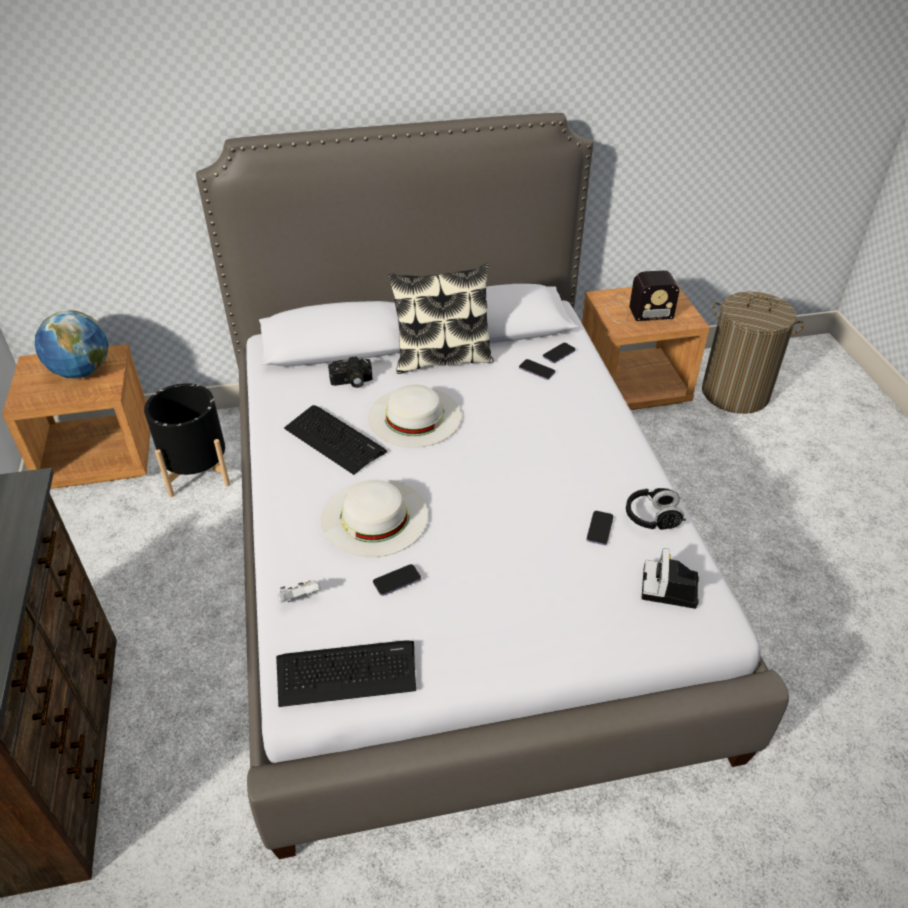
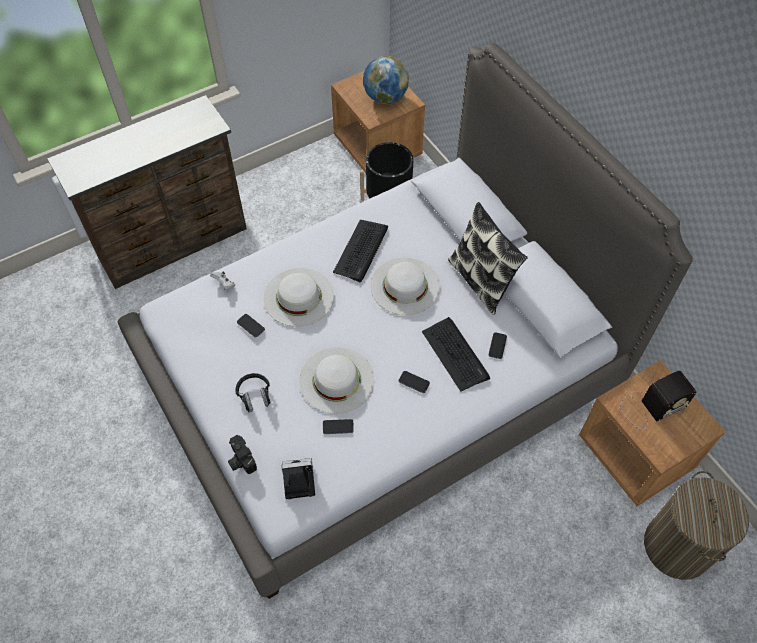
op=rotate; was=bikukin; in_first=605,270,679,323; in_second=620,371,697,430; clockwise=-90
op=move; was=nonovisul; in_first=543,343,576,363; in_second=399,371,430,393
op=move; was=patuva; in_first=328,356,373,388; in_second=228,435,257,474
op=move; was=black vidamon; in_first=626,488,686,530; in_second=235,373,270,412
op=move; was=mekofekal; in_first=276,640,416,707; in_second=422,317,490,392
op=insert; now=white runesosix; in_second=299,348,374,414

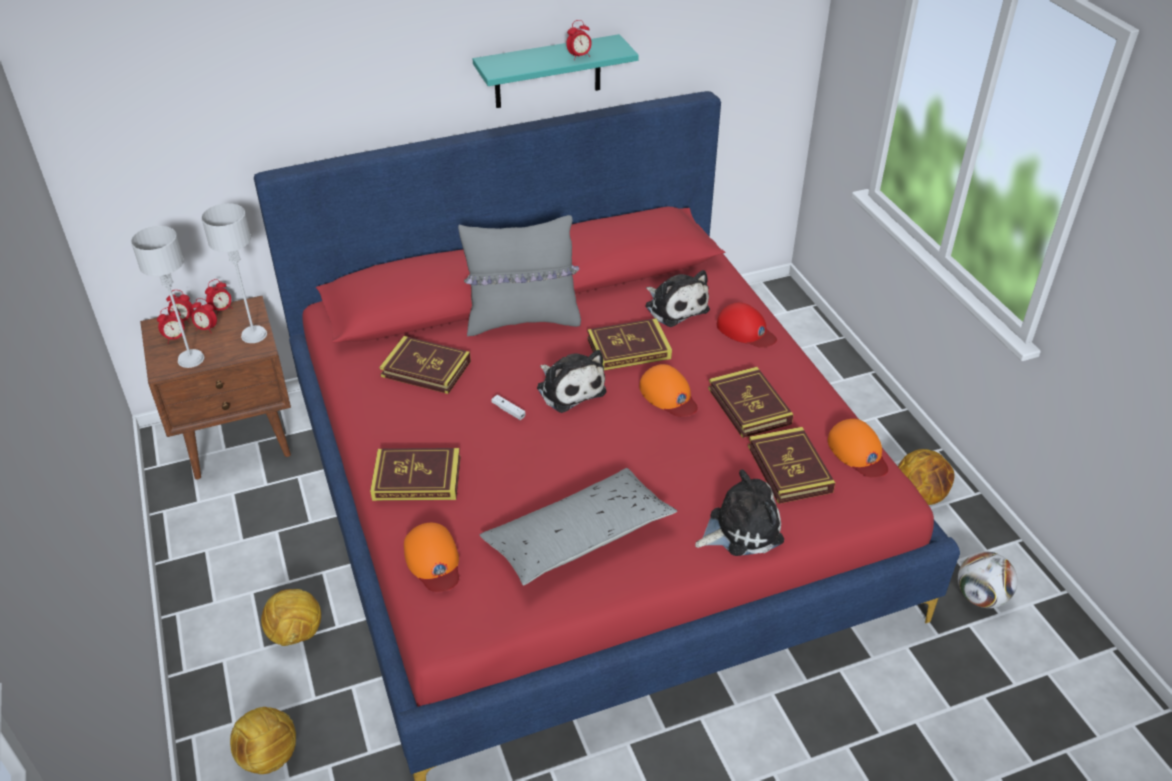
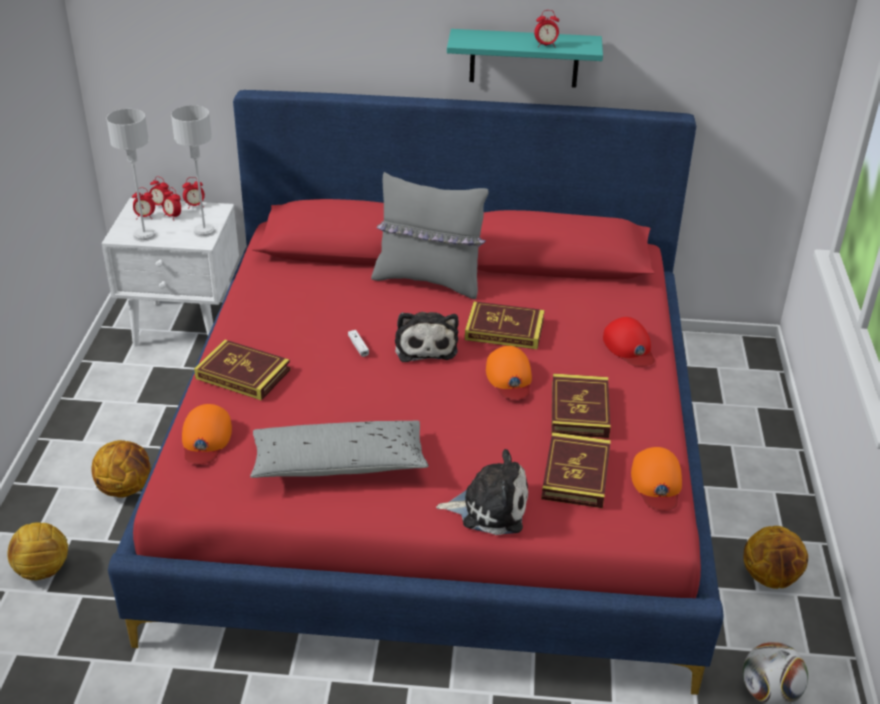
op=delete; was=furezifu; in_first=646,270,710,327
op=recolor; was=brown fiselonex; now=white fiselonex; in_first=140,296,291,479; in_second=101,198,239,347
op=delete; was=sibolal; in_first=379,336,471,394
op=replace; was=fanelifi; now=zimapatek; in_first=261,589,321,646; in_second=91,440,151,498

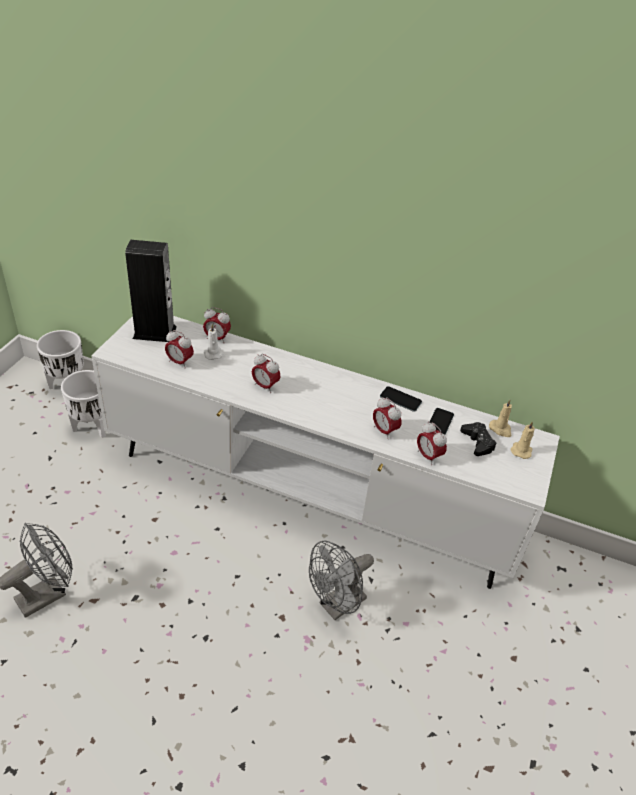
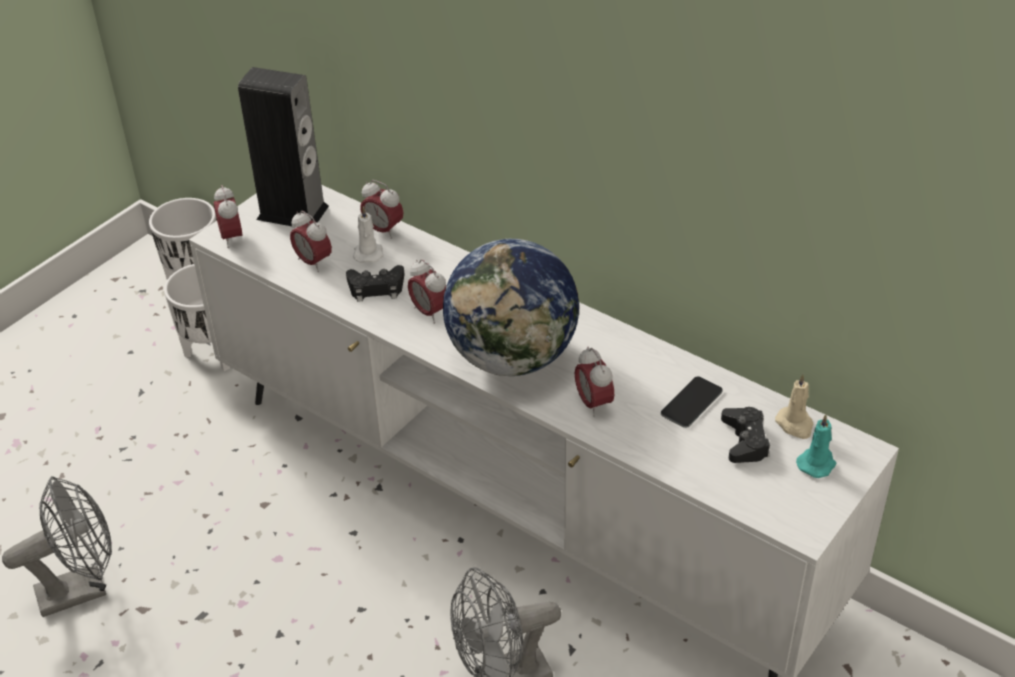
op=delete; was=nonovisul; in_first=380,386,422,412
op=recolor; was=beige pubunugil; now=turquoise pubunugil; in_first=511,421,535,459; in_second=796,414,836,478
op=move; was=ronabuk; in_first=417,422,447,465; in_second=214,185,243,248
op=insert; now=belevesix; in_second=443,239,579,376
op=insert; now=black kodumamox; in_second=346,265,405,302

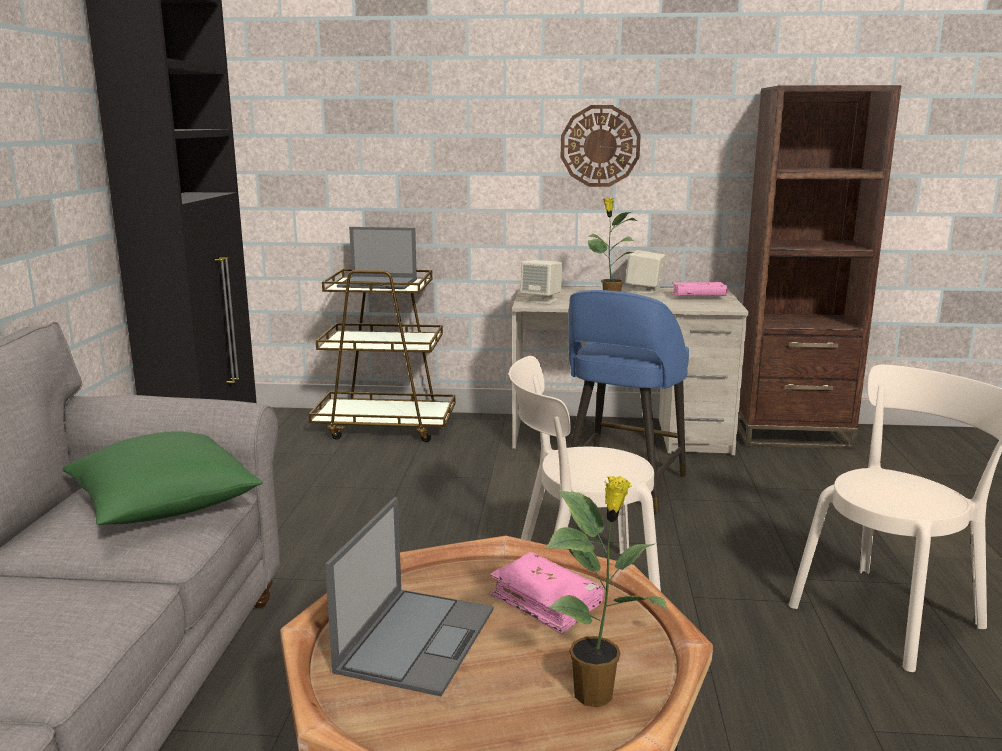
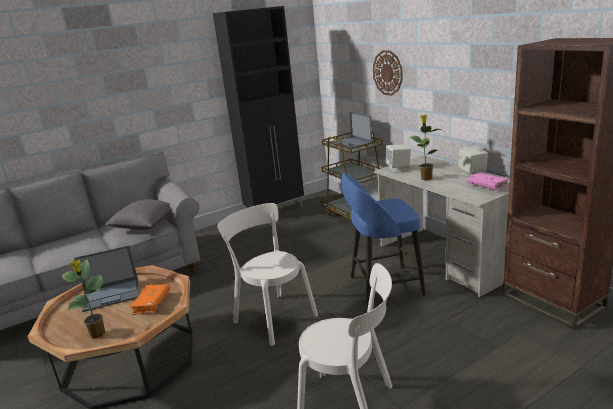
op=move; was=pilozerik; in_first=561,105,641,187; in_second=373,50,403,96
op=recolor; was=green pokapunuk; now=grey pokapunuk; in_first=62,431,263,525; in_second=105,199,171,230
op=recolor; was=pink sibolal; now=orange sibolal; in_first=490,552,604,634; in_second=129,284,170,315

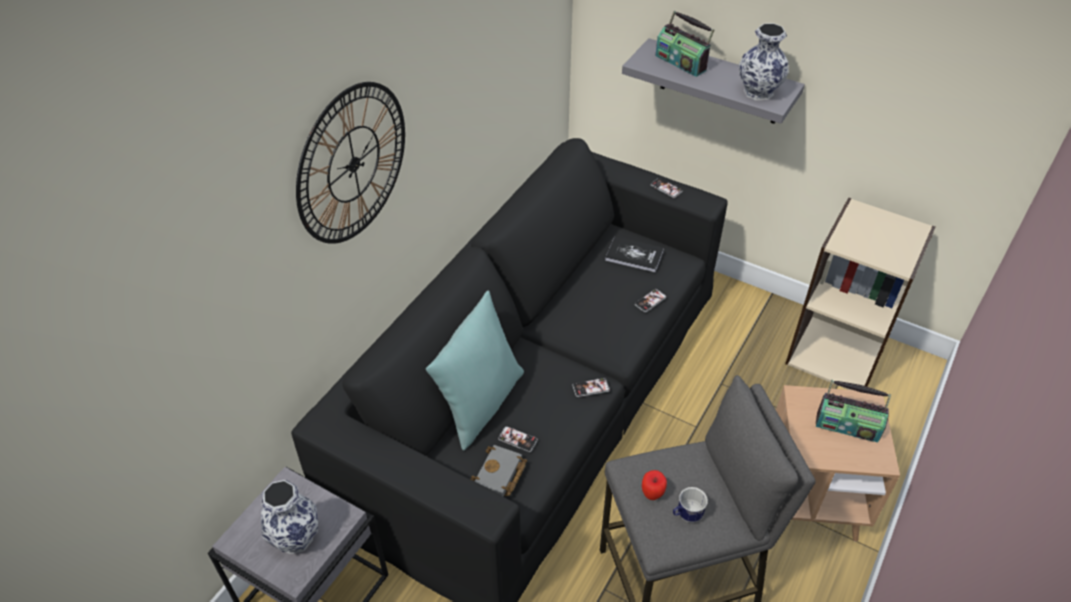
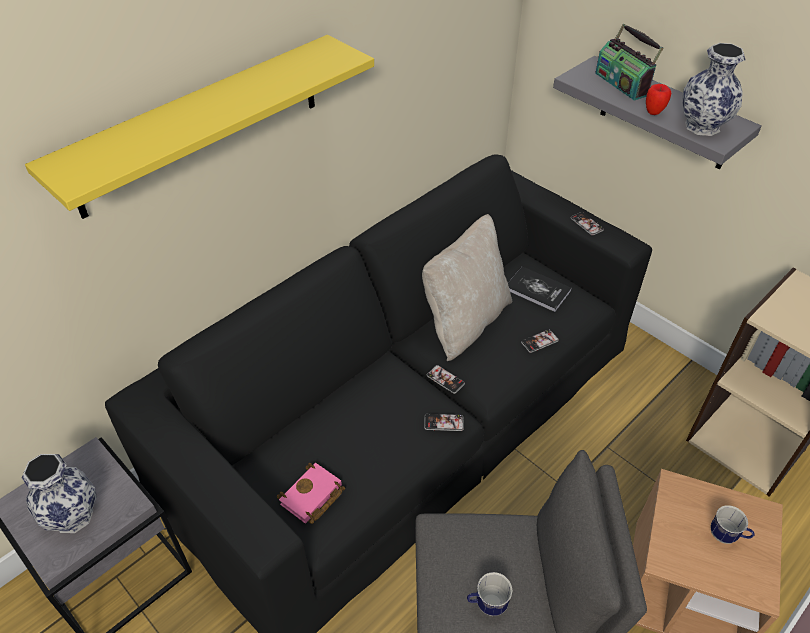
op=replace; was=pilozerik; now=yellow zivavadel; in_first=296,82,405,244; in_second=25,35,374,219
op=delete; was=turquoise pokapunuk; in_first=426,291,524,451
op=replace; was=bikukin; now=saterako; in_first=816,380,891,442; in_second=711,505,755,544
op=move; was=nonovisul; in_first=498,426,538,452; in_second=427,365,465,394
op=recolor; was=grey sibolal; now=pink sibolal; in_first=471,445,527,496; in_second=277,463,345,524
op=move; was=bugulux; in_first=642,470,667,500; in_second=646,84,671,115
op=insert; now=beige pokapunuk; in_second=422,214,512,361

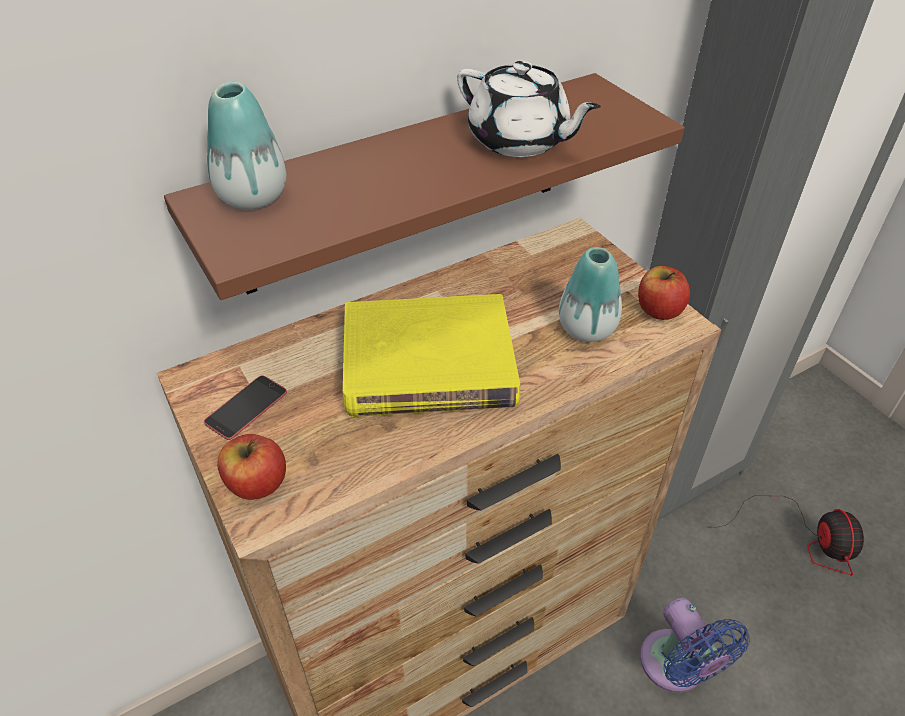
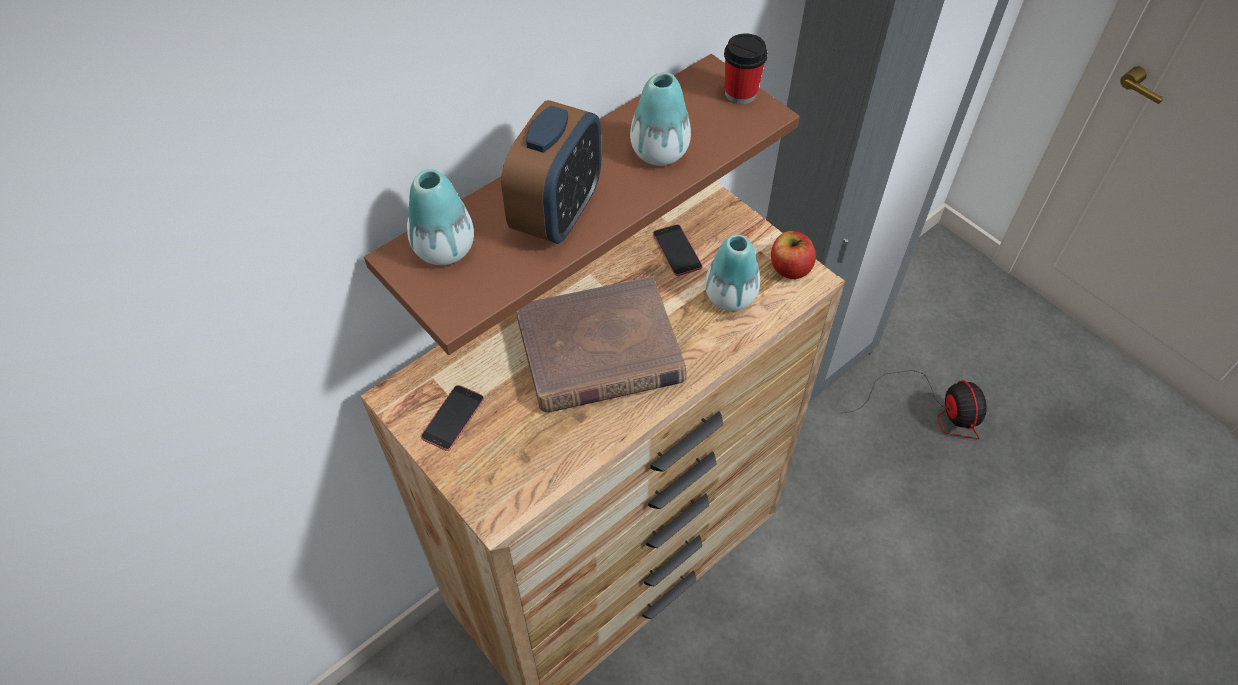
op=replace; was=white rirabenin; now=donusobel; in_first=457,61,601,157; in_second=630,72,691,166
op=recolor; was=yellow sibolal; now=brown sibolal; in_first=343,294,520,417; in_second=516,277,687,413
op=delete; was=bugulux; in_first=217,434,286,500
op=delete; was=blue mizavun; in_first=640,598,750,693
op=insert; now=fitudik; in_second=724,33,768,104
op=insert; now=ronabuk; in_second=501,100,601,244
op=insert; now=nonovisul; in_second=653,224,703,276

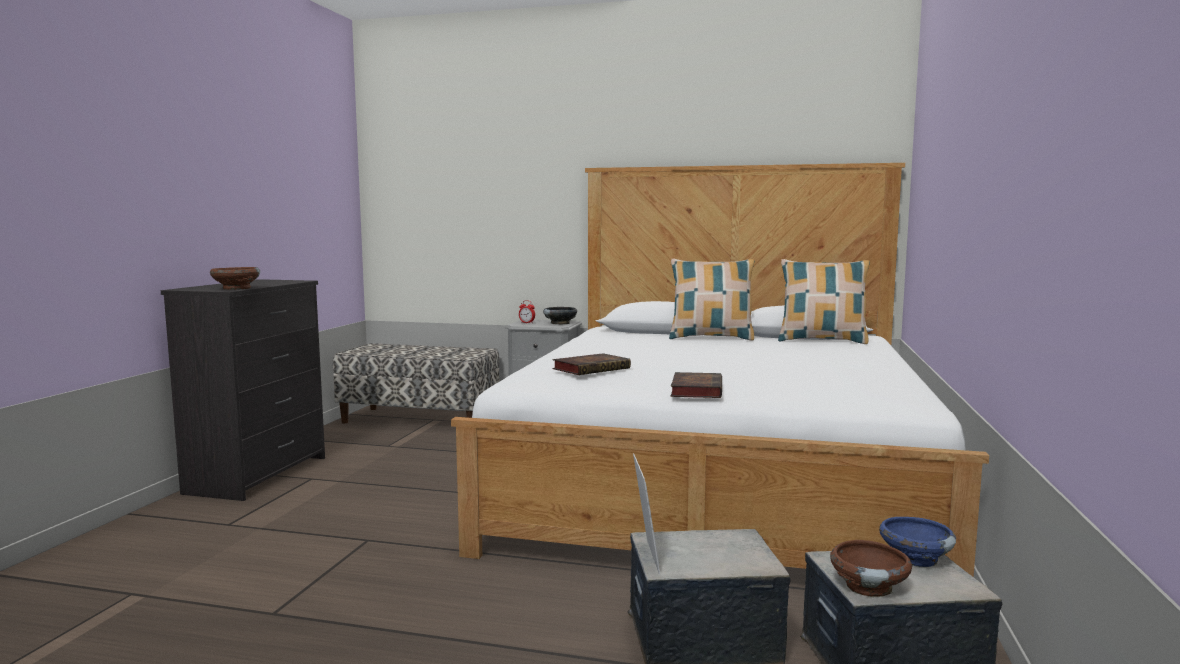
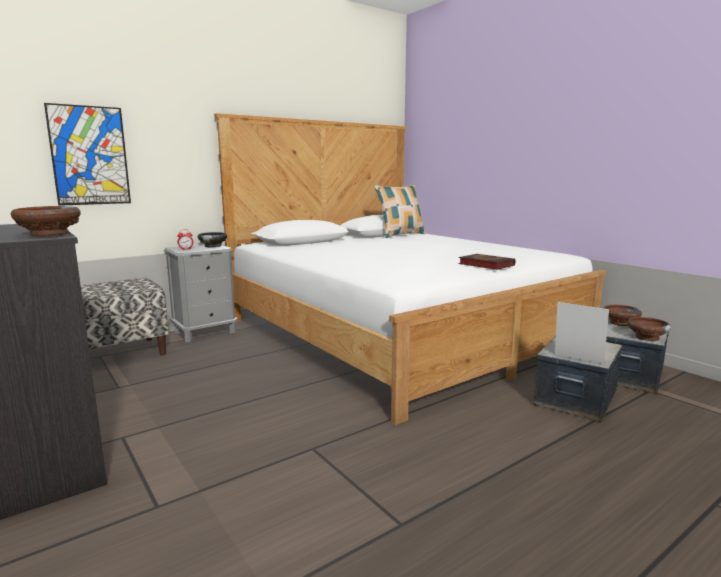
op=delete; was=pokapunuk; in_first=669,259,754,340
op=delete; was=sibolal; in_first=552,353,631,375
op=recolor; was=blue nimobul; now=brown nimobul; in_first=879,517,956,568; in_second=603,305,642,326
op=insert; now=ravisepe; in_second=44,103,131,206

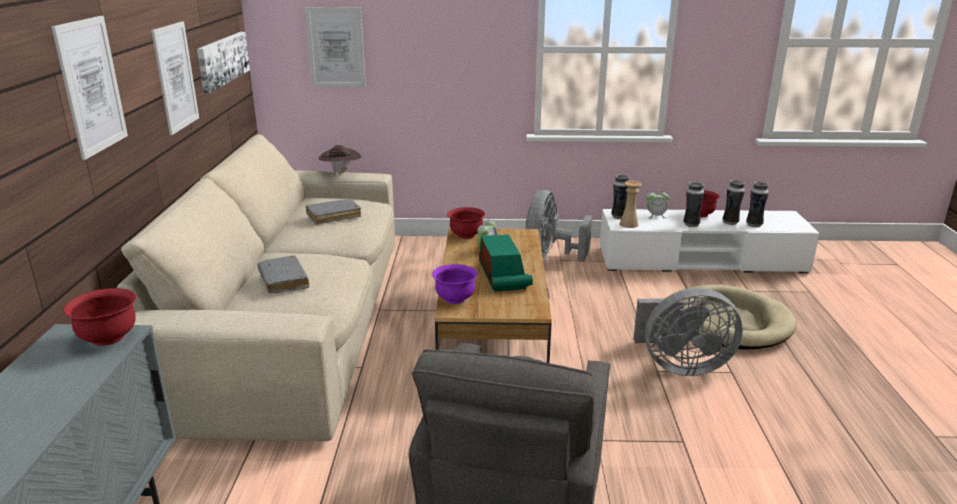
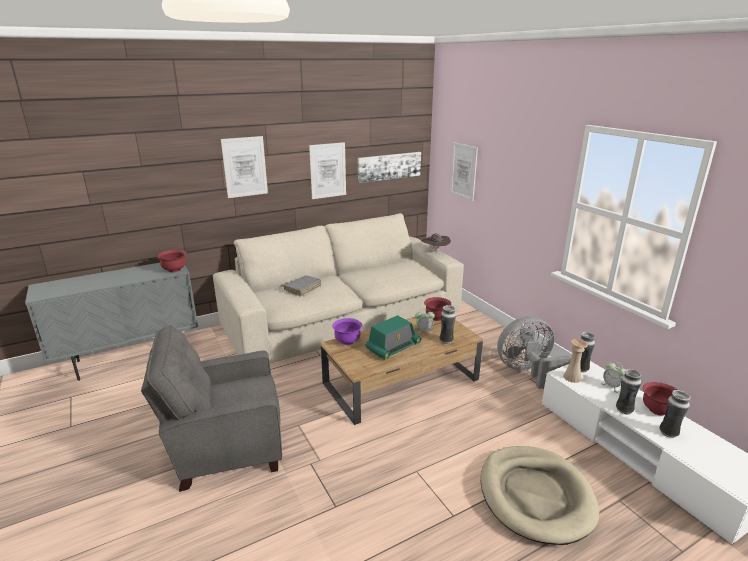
op=move; was=donusobel; in_first=746,181,769,227; in_second=439,305,456,344
op=delete; was=grey sibolal; in_first=305,199,361,225
op=delete; was=grey mizavun; in_first=633,288,743,376

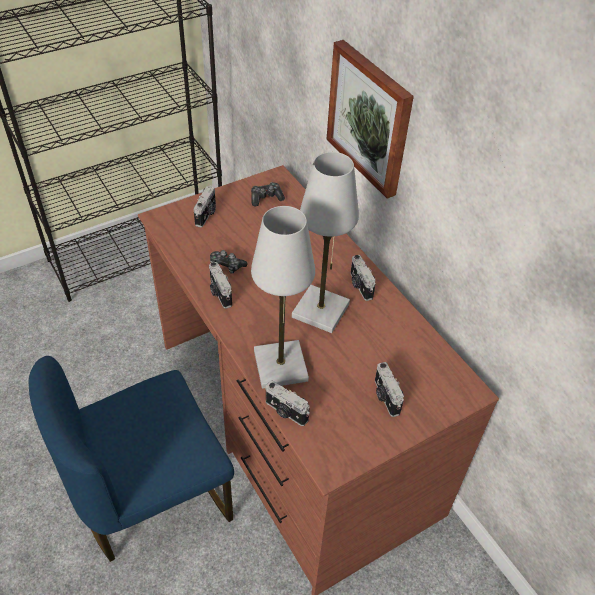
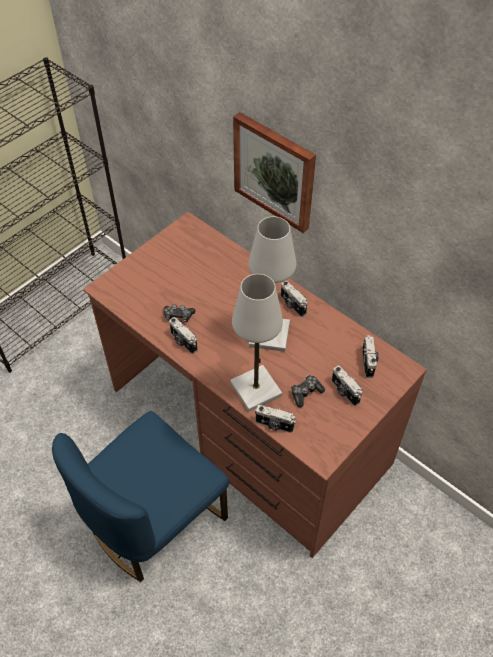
op=move; was=kodumamox; in_first=251,182,285,206; in_second=291,375,325,407
op=move; was=patuva; in_first=193,186,216,227; in_second=362,335,378,378

